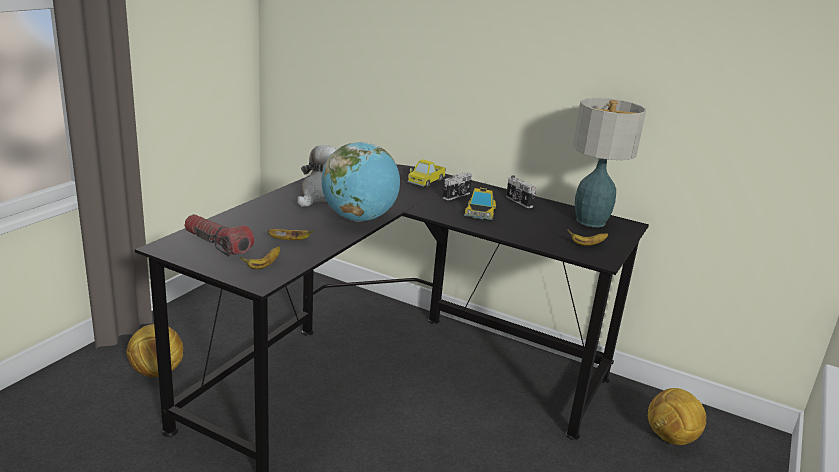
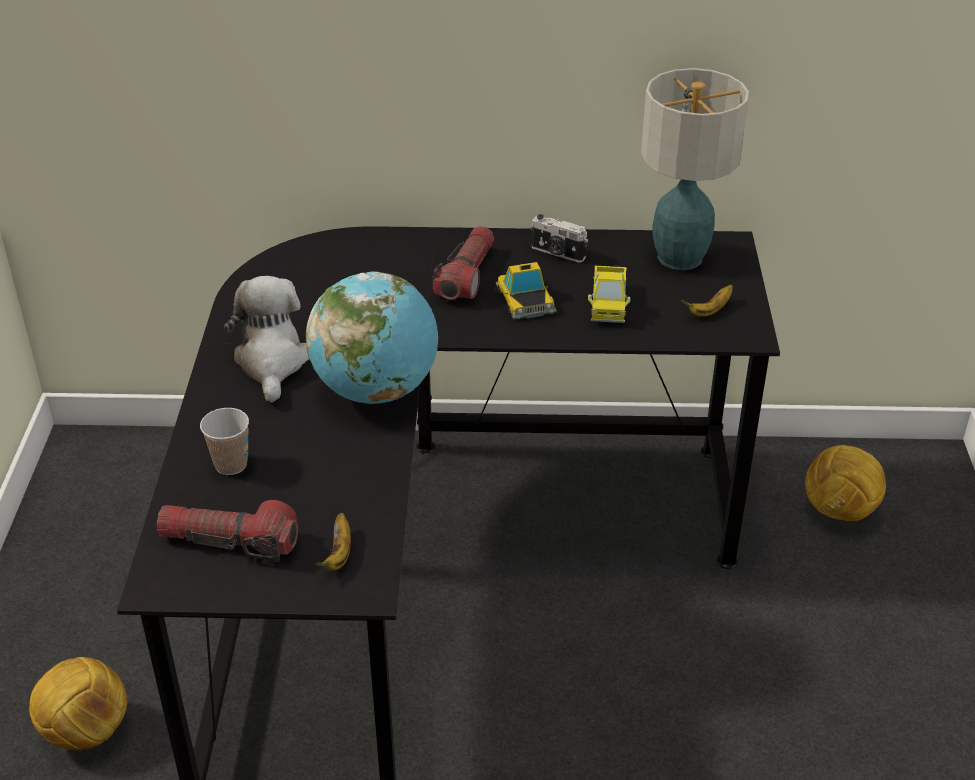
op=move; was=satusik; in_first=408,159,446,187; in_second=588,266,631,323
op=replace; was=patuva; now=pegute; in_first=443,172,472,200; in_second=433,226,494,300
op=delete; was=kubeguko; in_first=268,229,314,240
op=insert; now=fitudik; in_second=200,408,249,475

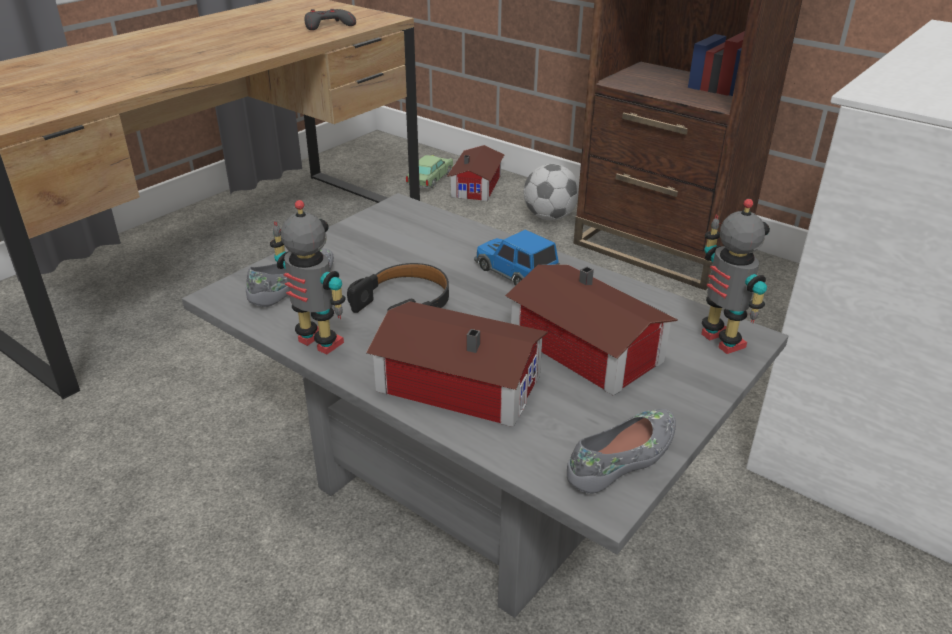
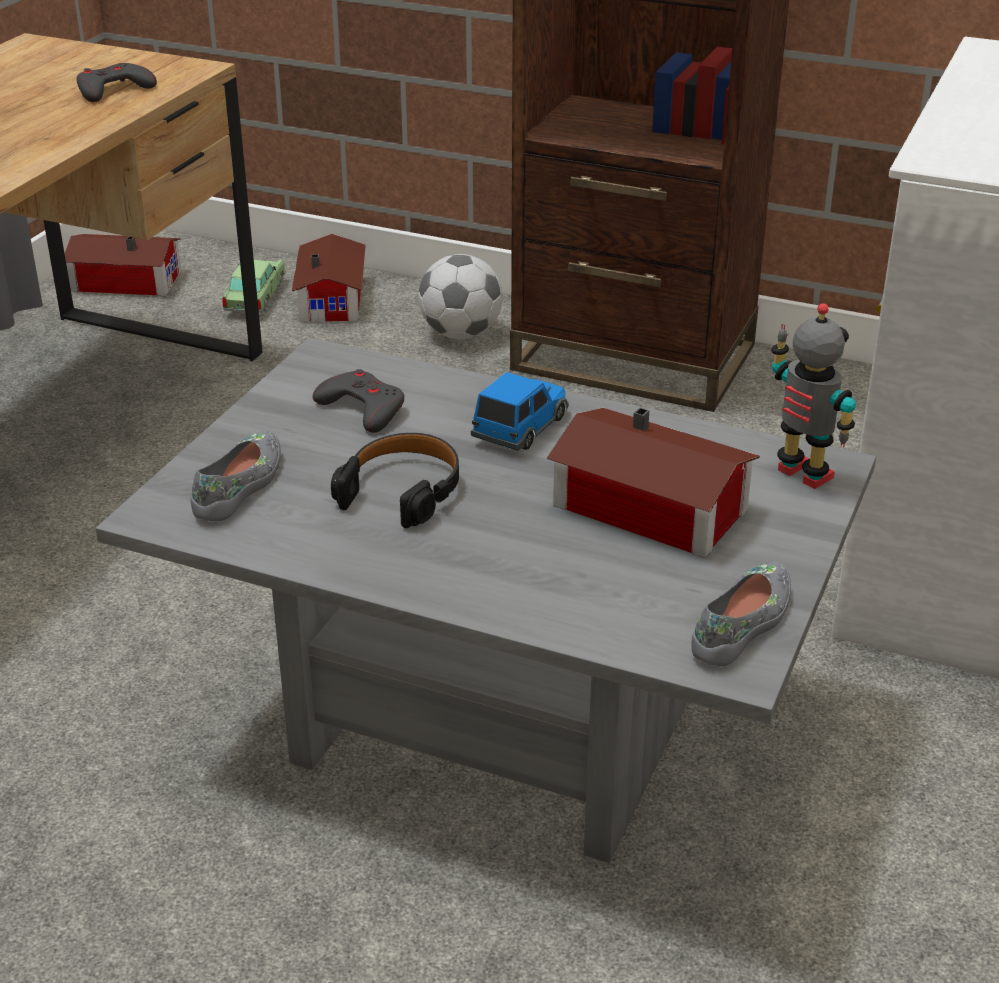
op=delete; was=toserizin; in_first=270,200,346,355
op=rotate; was=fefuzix; in_first=474,229,560,286; in_second=471,372,569,451; clockwise=90
op=move; was=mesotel; in_first=366,301,548,427; in_second=65,234,181,296
op=insert; now=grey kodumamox; in_second=313,369,405,433

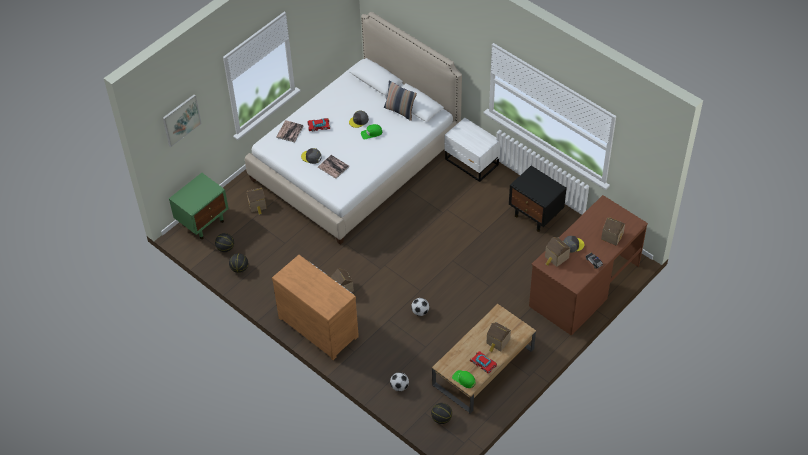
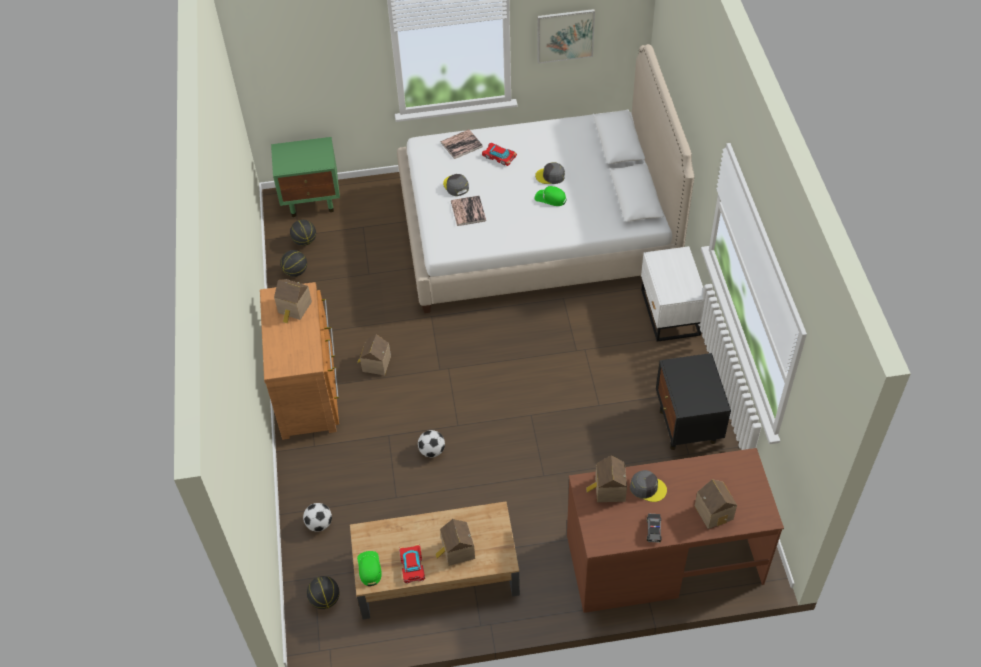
op=delete; was=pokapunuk; in_first=384,80,417,121
op=move; was=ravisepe; in_first=163,94,202,147; in_second=537,9,595,64
op=move; was=mesotel; in_first=246,188,267,215; in_second=274,279,312,323

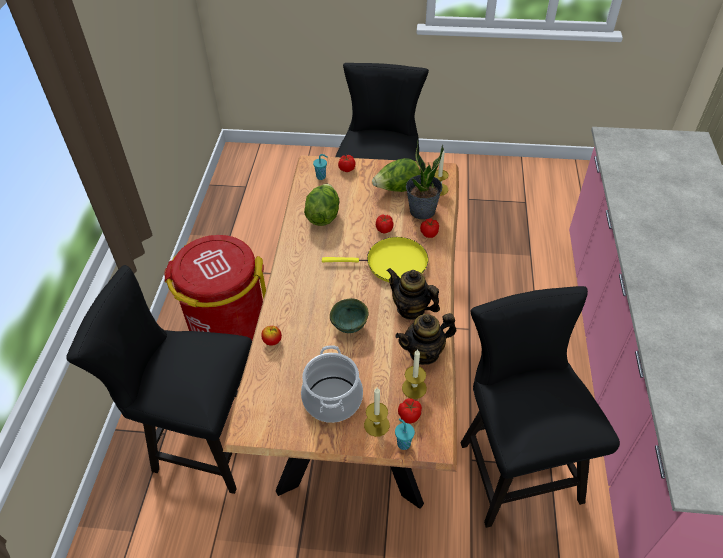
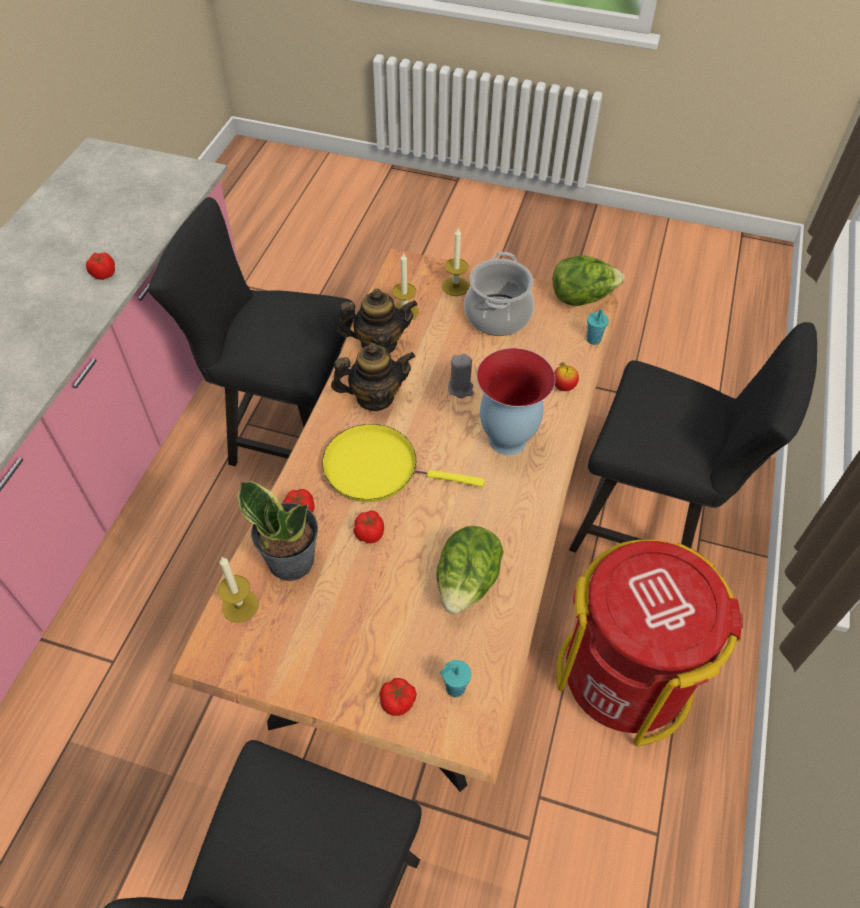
op=move; was=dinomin; in_first=372,158,421,192; in_second=553,255,625,306
op=rotate; was=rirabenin; in_first=387,268,440,320; in_second=331,343,415,411; clockwise=-60
op=rotate; was=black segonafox; in_first=461,286,620,528; in_second=148,197,355,466; clockwise=105
op=replace; was=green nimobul; now=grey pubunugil; in_first=330,298,368,333; in_second=448,353,474,399
op=move; was=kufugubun; in_first=398,398,422,423; in_second=86,252,115,280
op=move; was=turquoise fitudik; in_first=395,418,415,450; in_second=586,309,609,345
op=insert; now=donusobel; in_second=477,348,555,455

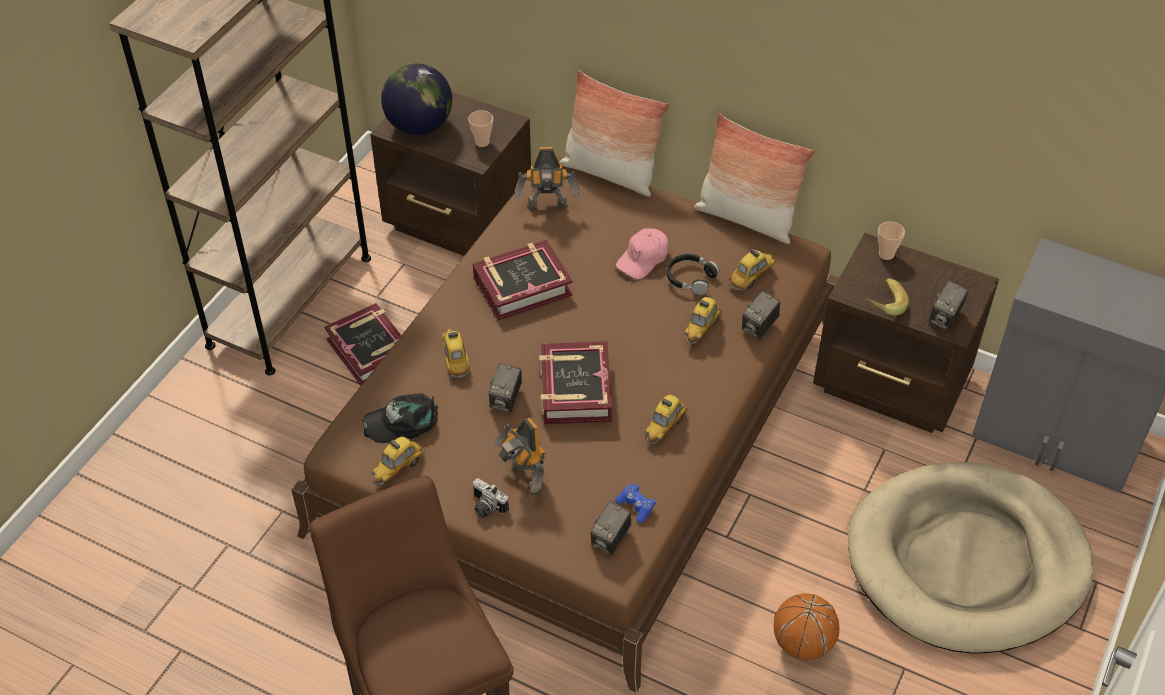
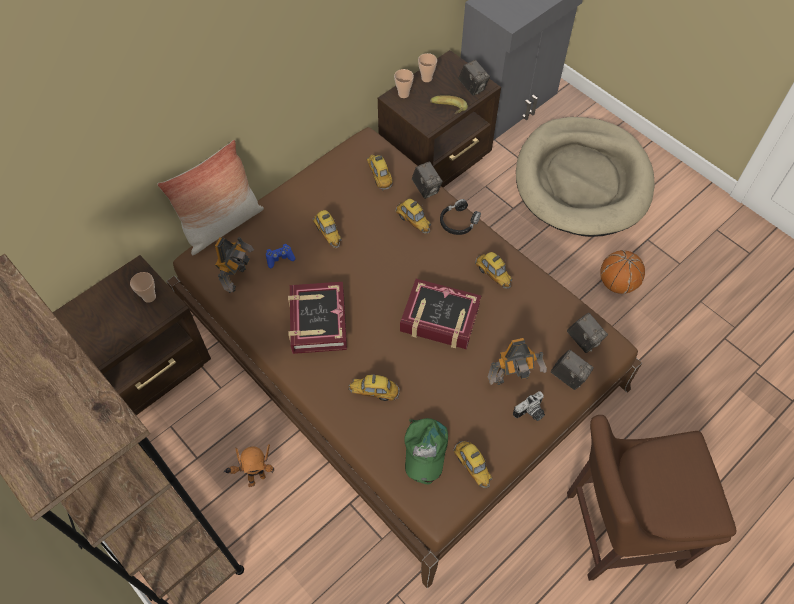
op=delete; was=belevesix; in_first=381,63,452,135
op=delete; was=pokapunuk; in_first=694,113,815,244
op=replace; was=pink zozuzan; now=fefuzix; in_first=616,229,669,279; in_second=313,210,342,248
op=move; was=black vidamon; in_first=666,254,720,295; in_second=440,199,481,235
op=replace; was=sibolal; now=toserizin; in_first=324,303,401,386; in_second=224,444,274,487
op=move; was=patuva; in_first=489,363,522,413; in_second=551,350,594,390
op=recolor; was=black zozuzan; now=green zozuzan; in_first=361,393,438,443; in_second=404,418,448,484
op=move; was=blue kodumamox; in_first=615,484,655,523; in_second=266,244,295,268
op=insert; now=fitudik; in_second=418,53,437,82

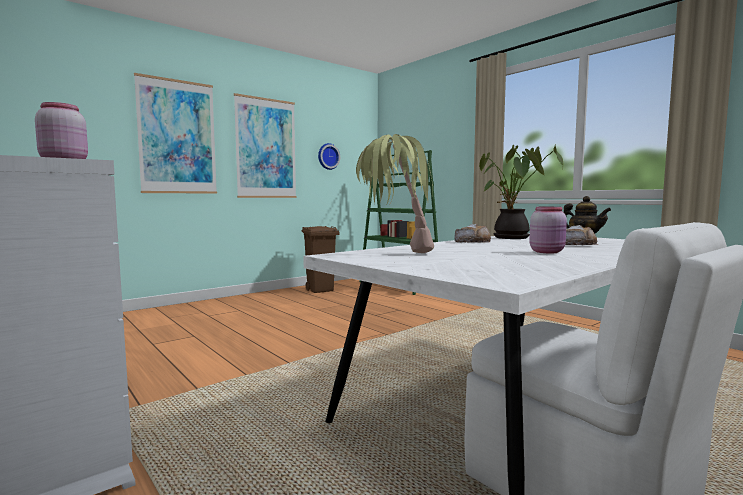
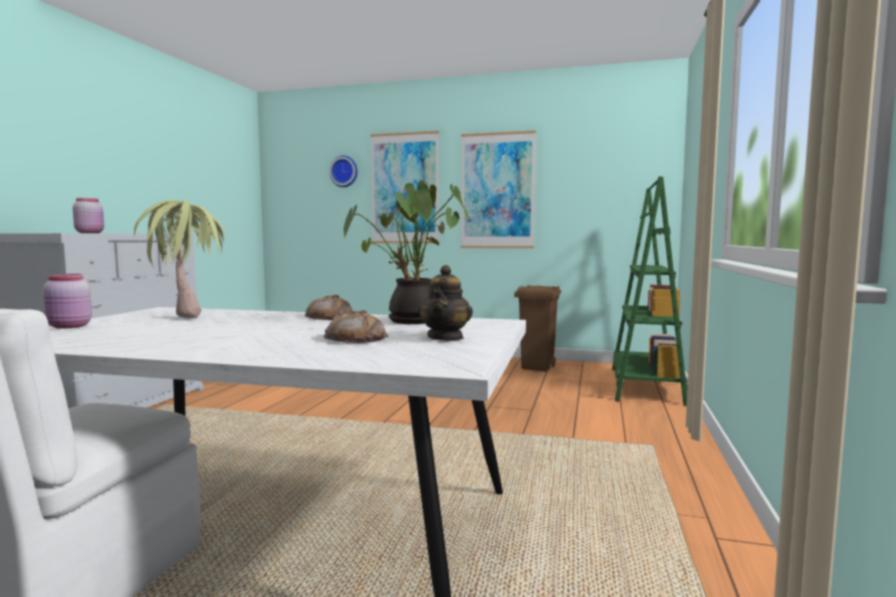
op=move; was=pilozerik; in_first=318,143,340,170; in_second=329,156,358,187
op=move; was=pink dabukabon; in_first=529,207,567,253; in_second=43,274,92,329

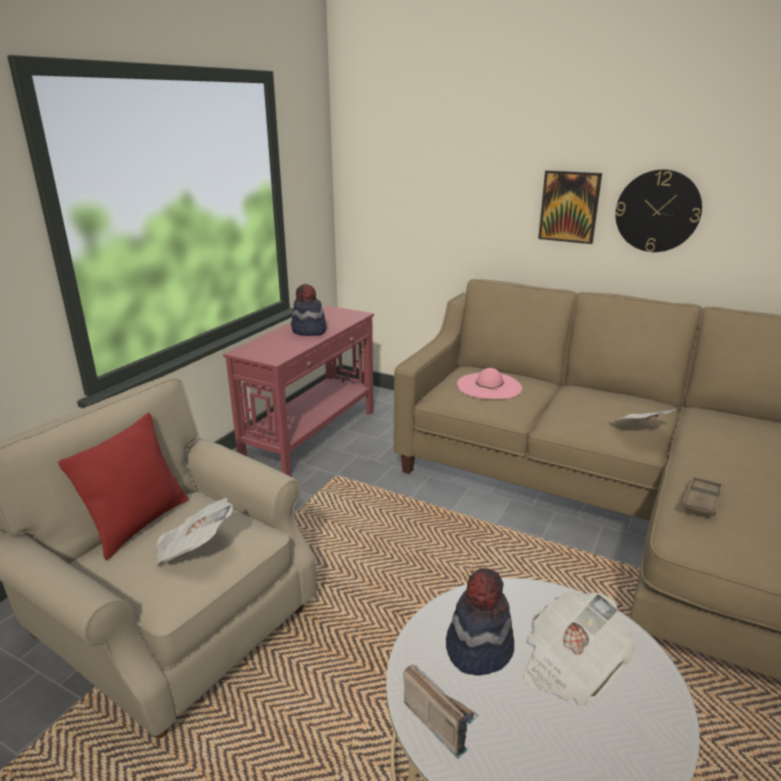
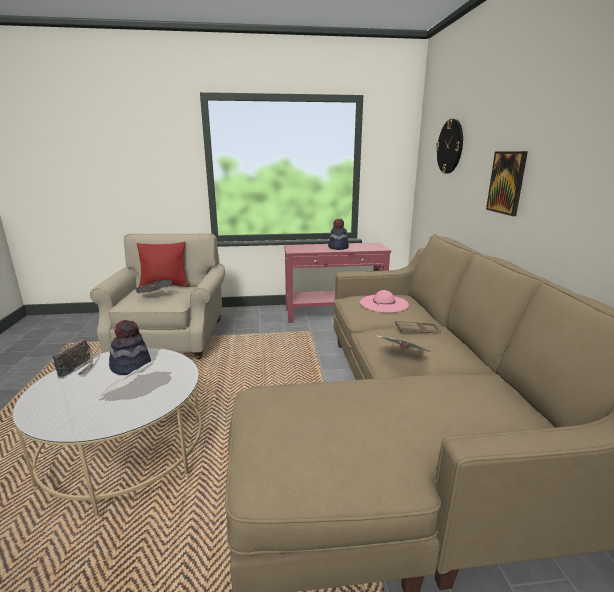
op=move; was=pilozerik; in_first=615,169,702,252; in_second=436,119,463,174
op=move; was=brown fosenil; in_first=682,476,724,517; in_second=395,321,441,334

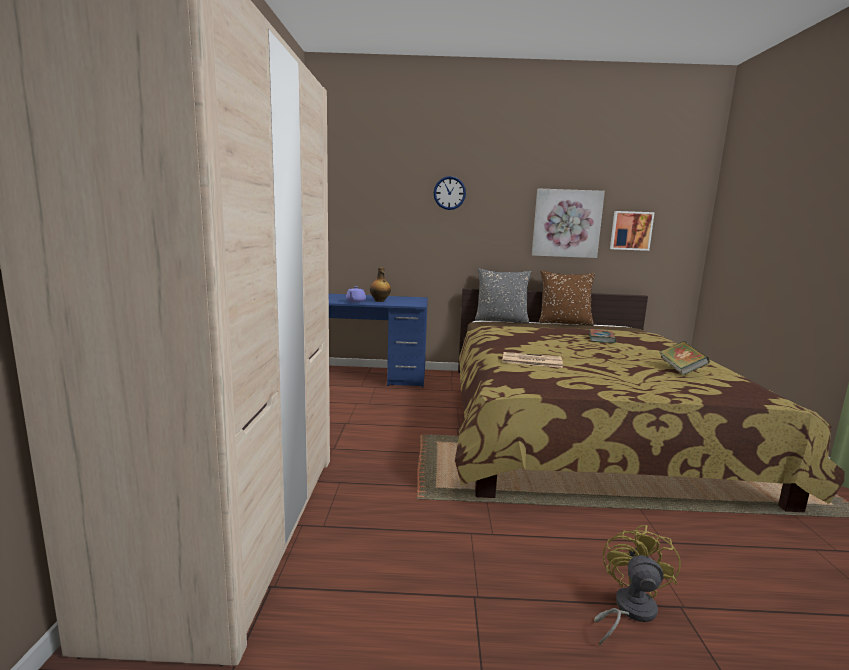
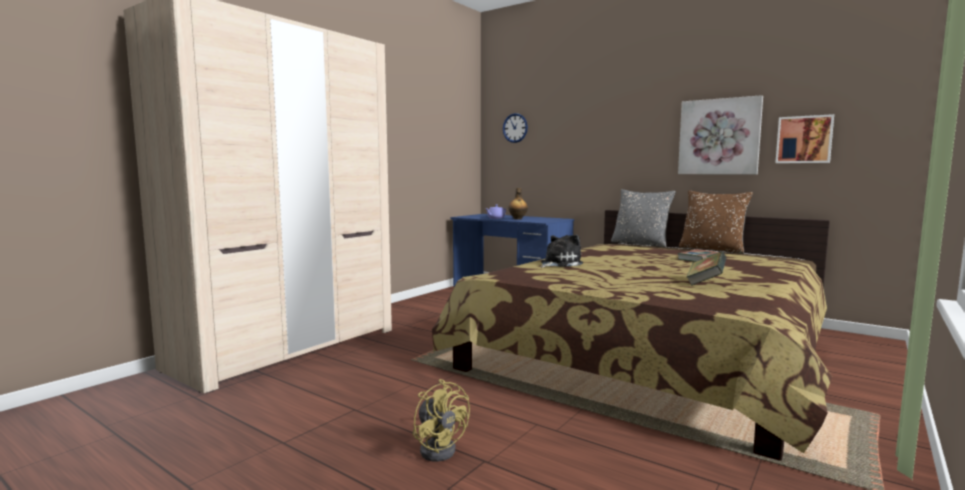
op=move; was=pilozerik; in_first=434,176,466,210; in_second=503,113,528,143
op=replace; was=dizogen; now=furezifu; in_first=502,352,563,368; in_second=541,235,583,268
op=rotate; was=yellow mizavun; in_first=594,525,681,646; in_second=413,379,470,462; clockwise=90

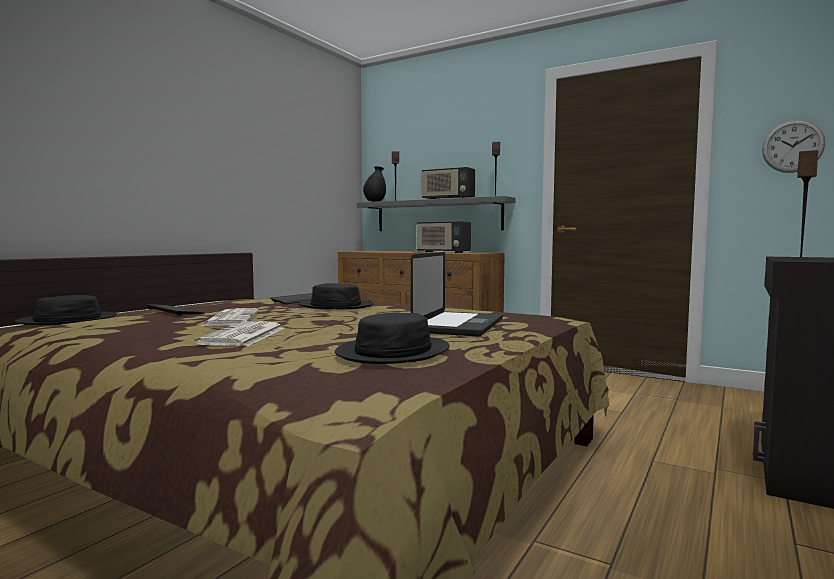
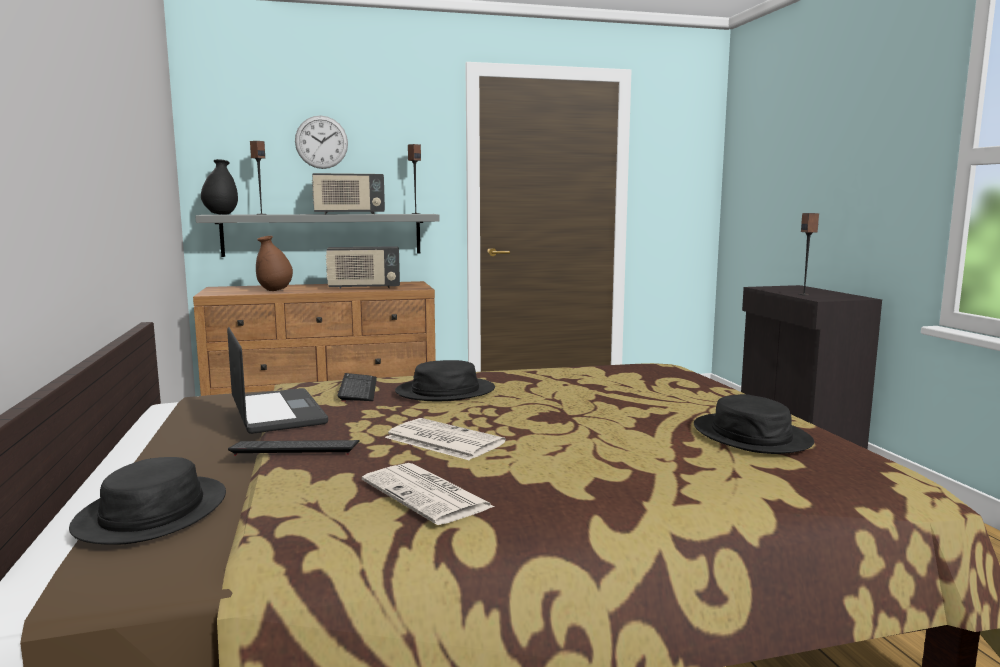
op=move; was=pilozerik; in_first=762,120,825,173; in_second=295,115,348,169
op=move; was=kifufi; in_first=411,252,503,337; in_second=227,327,328,434
op=move; was=dizogen; in_first=194,321,284,346; in_second=362,463,495,525
op=insert; now=brown donusobel; in_second=256,236,293,291

